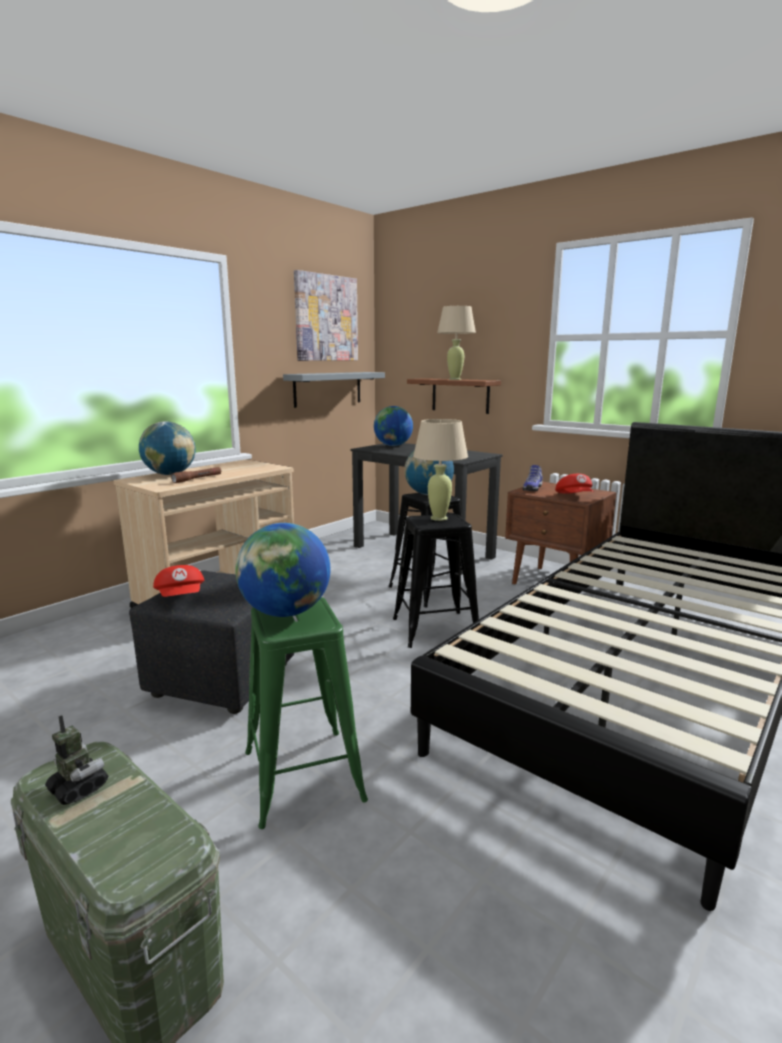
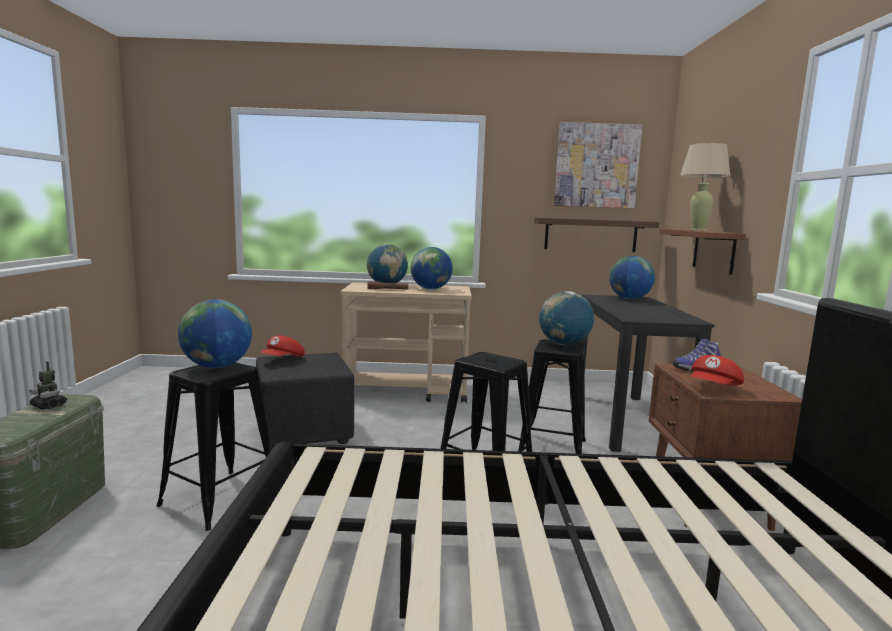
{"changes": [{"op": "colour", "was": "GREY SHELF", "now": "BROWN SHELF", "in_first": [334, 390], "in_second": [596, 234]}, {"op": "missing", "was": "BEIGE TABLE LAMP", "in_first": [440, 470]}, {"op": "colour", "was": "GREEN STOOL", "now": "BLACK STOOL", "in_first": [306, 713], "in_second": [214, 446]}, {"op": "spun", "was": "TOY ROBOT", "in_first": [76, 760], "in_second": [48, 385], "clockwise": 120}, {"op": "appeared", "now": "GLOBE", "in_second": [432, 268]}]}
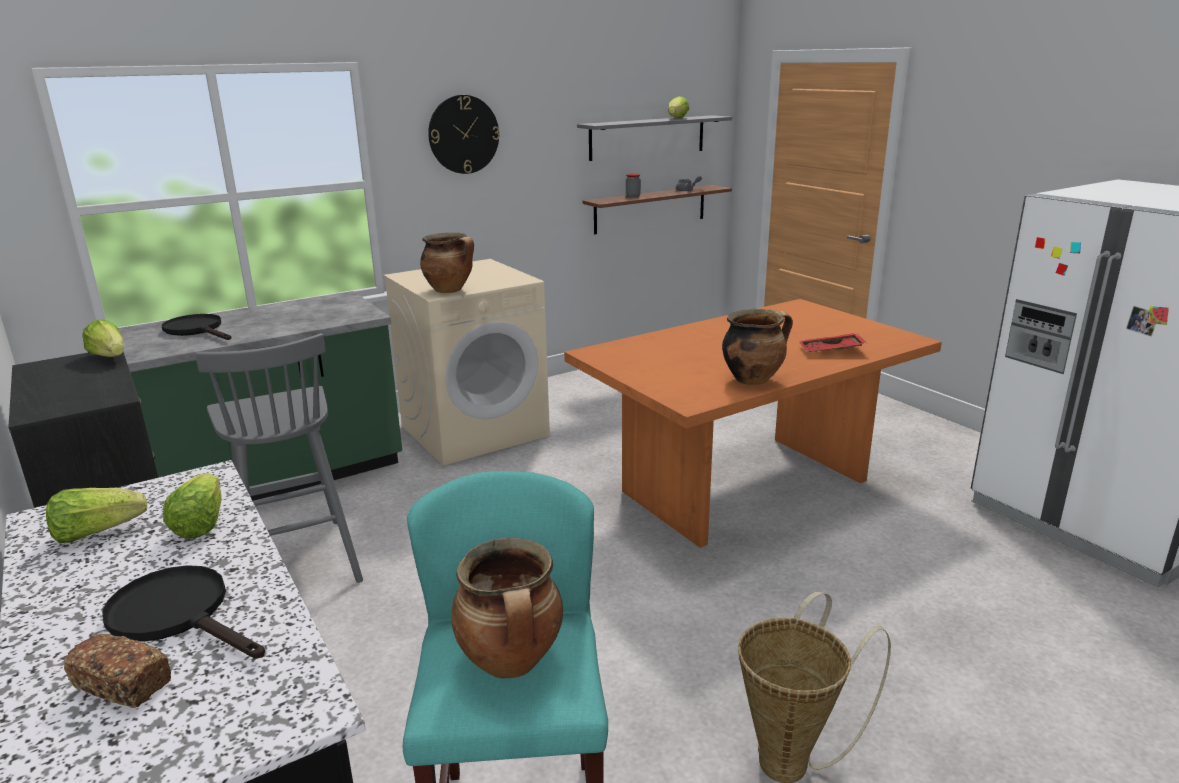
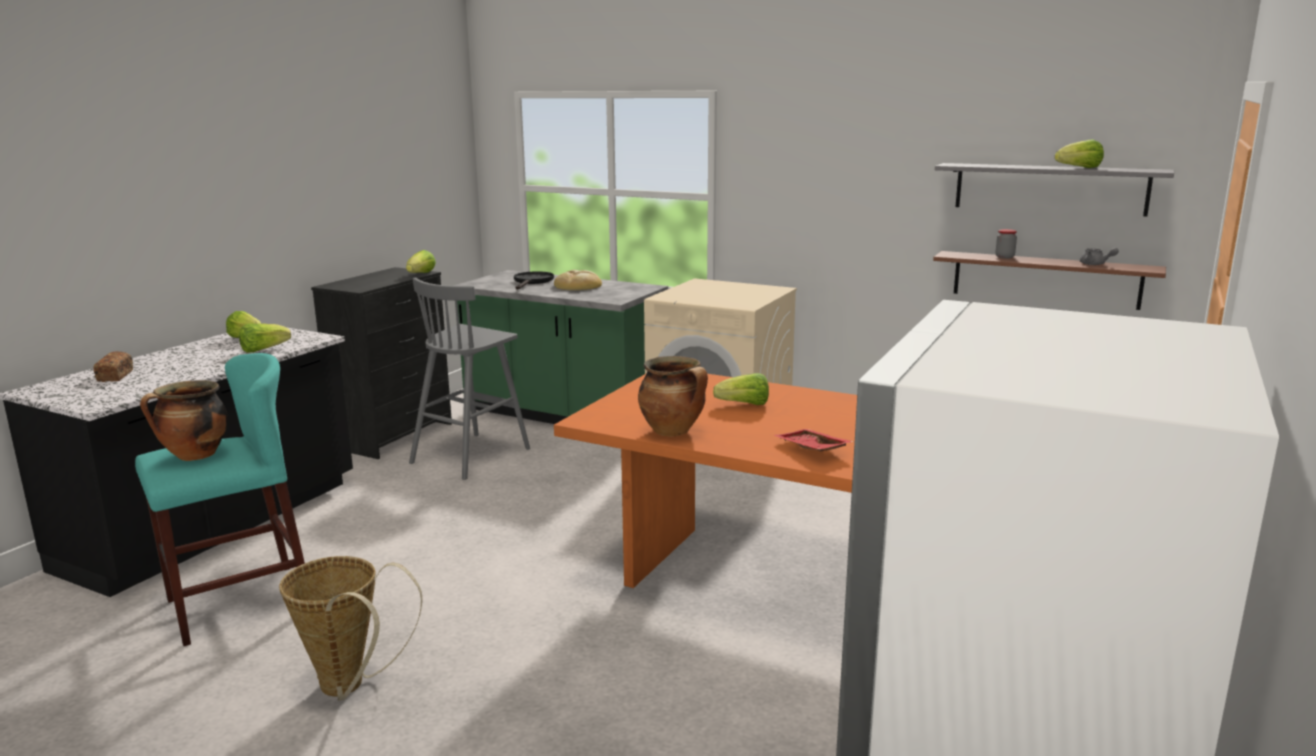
{"changes": [{"op": "missing", "was": "WALL CLOCK", "in_first": [464, 134]}, {"op": "missing", "was": "COOKING POT", "in_first": [447, 263]}, {"op": "missing", "was": "BLACK FRYING PAN", "in_first": [183, 612]}, {"op": "appeared", "now": "BREAD", "in_second": [578, 280]}, {"op": "appeared", "now": "LETTUCE", "in_second": [741, 389]}]}
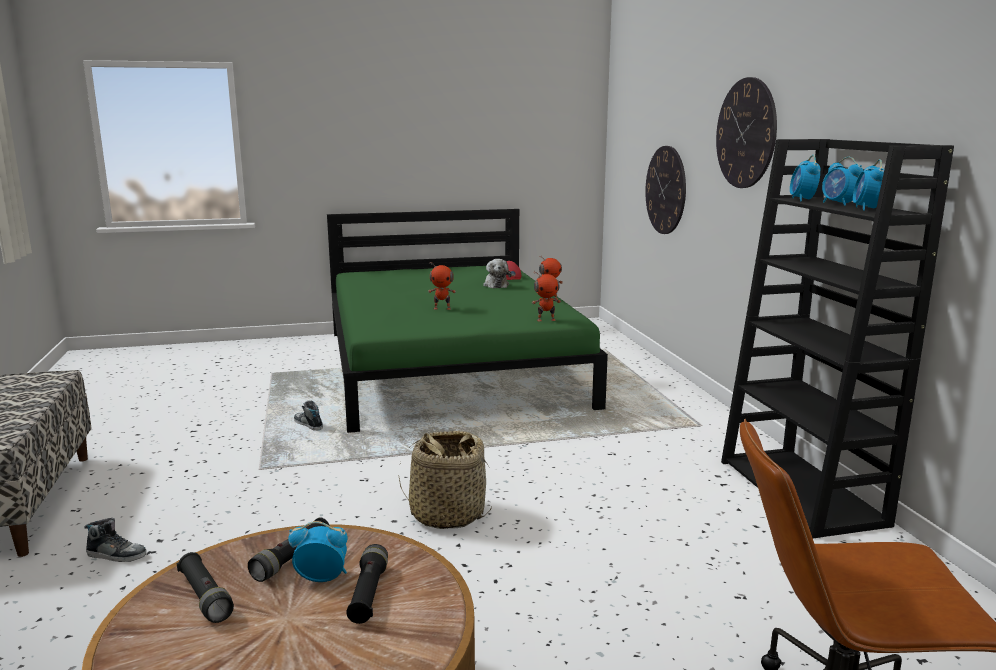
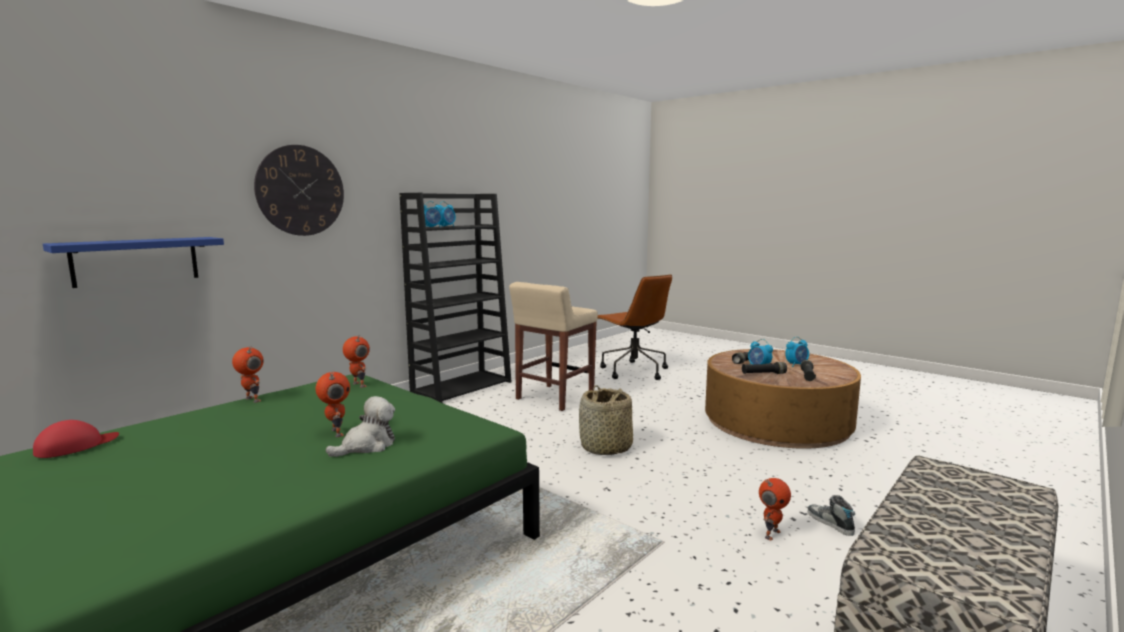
{"changes": [{"op": "exchanged", "was": "WALL CLOCK", "now": "BLUE SHELF", "in_first": [665, 190], "in_second": [133, 262]}, {"op": "relocated", "was": "ALARM CLOCK", "in_first": [868, 185], "in_second": [797, 352]}, {"op": "relocated", "was": "PLUSH TOY", "in_first": [497, 273], "in_second": [360, 426]}, {"op": "missing", "was": "SHOE", "in_first": [308, 416]}, {"op": "appeared", "now": "BEIGE STOOL", "in_second": [553, 346]}, {"op": "appeared", "now": "TOY ROBOT", "in_second": [775, 509]}]}
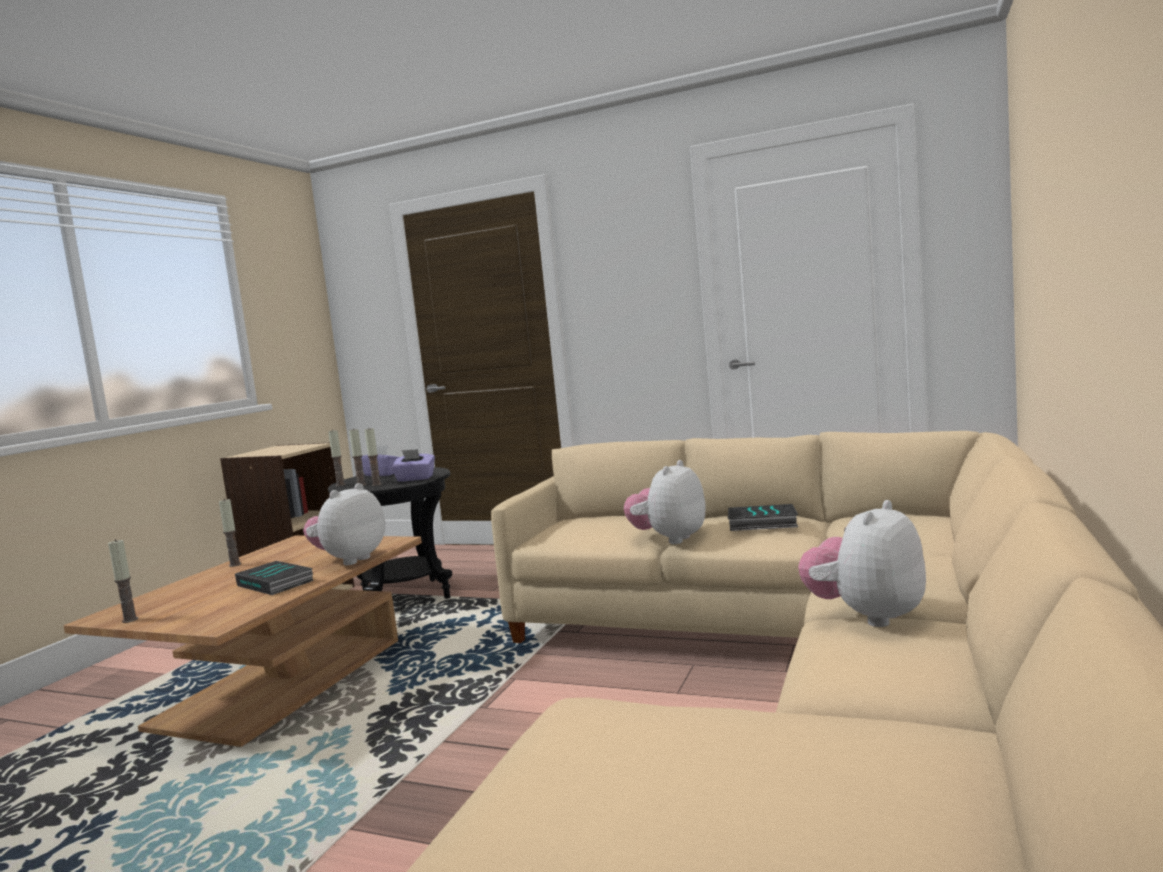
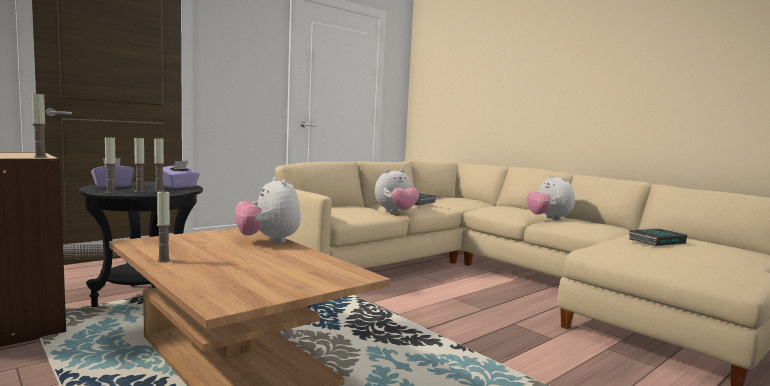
{"changes": [{"op": "spun", "was": "PLUSH TOY", "in_first": [665, 502], "in_second": [397, 190], "clockwise": -90}, {"op": "relocated", "was": "CANDLE", "in_first": [123, 581], "in_second": [39, 126]}, {"op": "relocated", "was": "BOOK", "in_first": [274, 578], "in_second": [658, 237]}]}
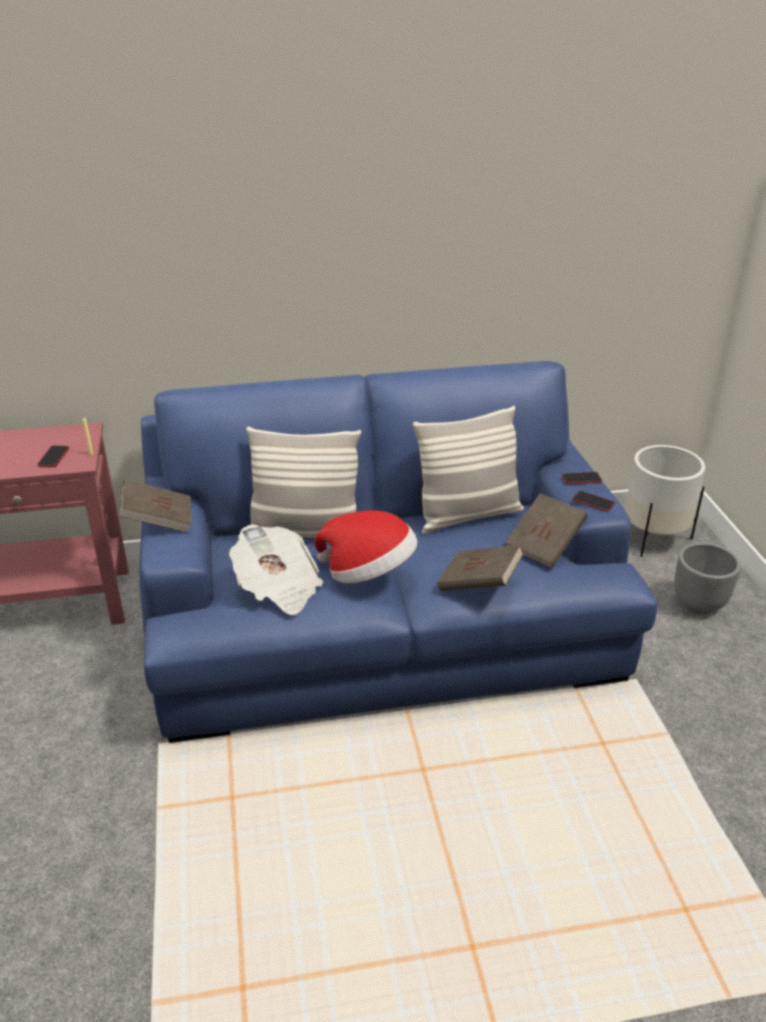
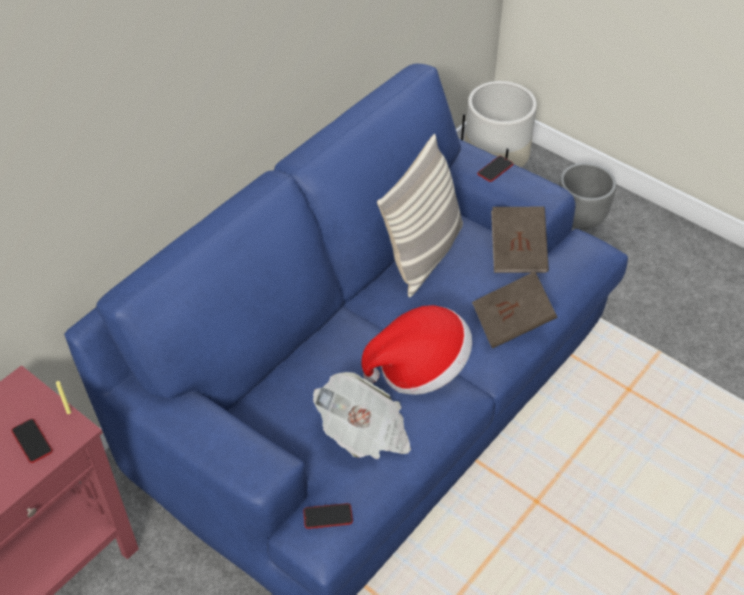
{"changes": [{"op": "missing", "was": "PILLOW", "in_first": [303, 482]}, {"op": "missing", "was": "BROWN BOOK", "in_first": [155, 505]}, {"op": "relocated", "was": "PHONE", "in_first": [593, 501], "in_second": [328, 516]}]}
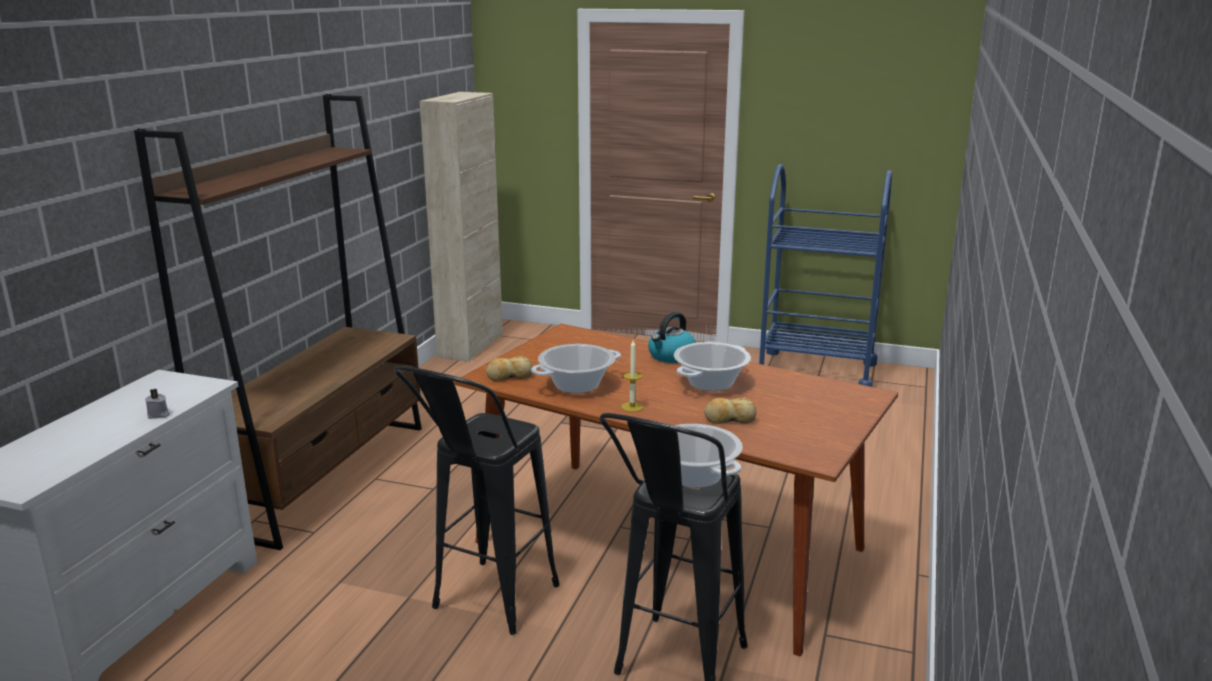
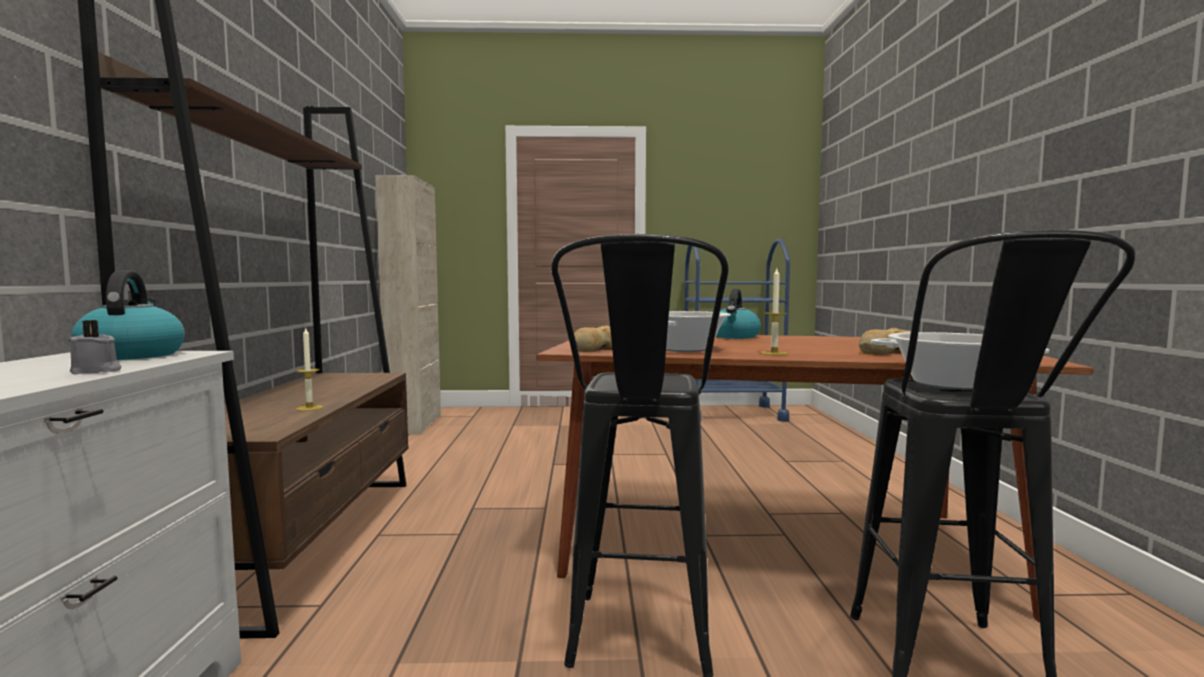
{"changes": [{"op": "missing", "was": "COOKING POT", "in_first": [712, 366]}, {"op": "appeared", "now": "KETTLE", "in_second": [128, 315]}, {"op": "appeared", "now": "CANDLE", "in_second": [309, 369]}]}
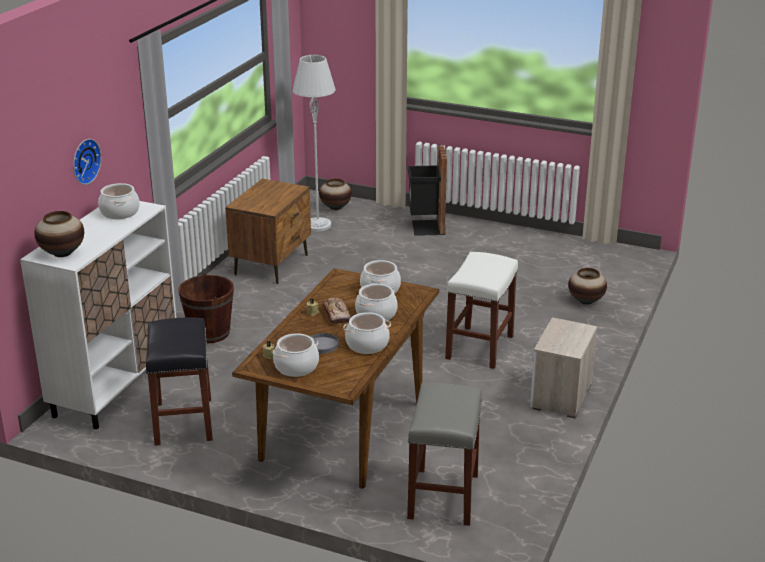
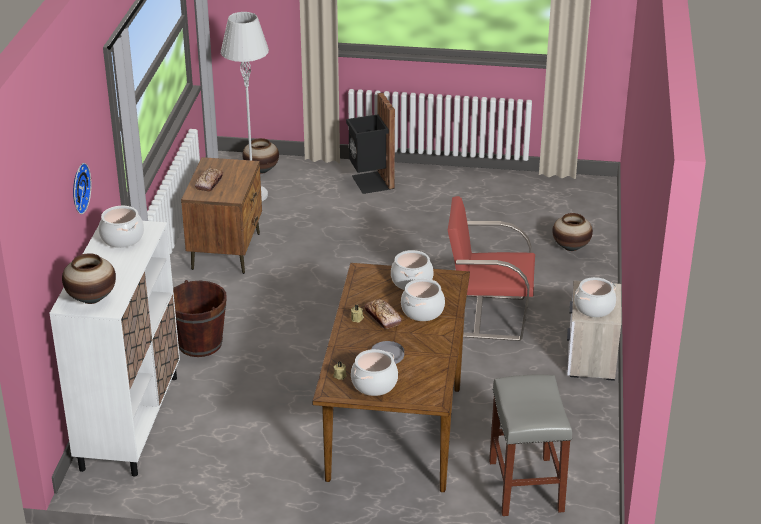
{"changes": [{"op": "exchanged", "was": "WHITE STOOL", "now": "RED CHAIR", "in_first": [481, 310], "in_second": [491, 268]}, {"op": "relocated", "was": "COOKING POT", "in_first": [367, 333], "in_second": [595, 297]}, {"op": "missing", "was": "BLACK STOOL", "in_first": [179, 381]}, {"op": "appeared", "now": "BREAD", "in_second": [209, 180]}]}
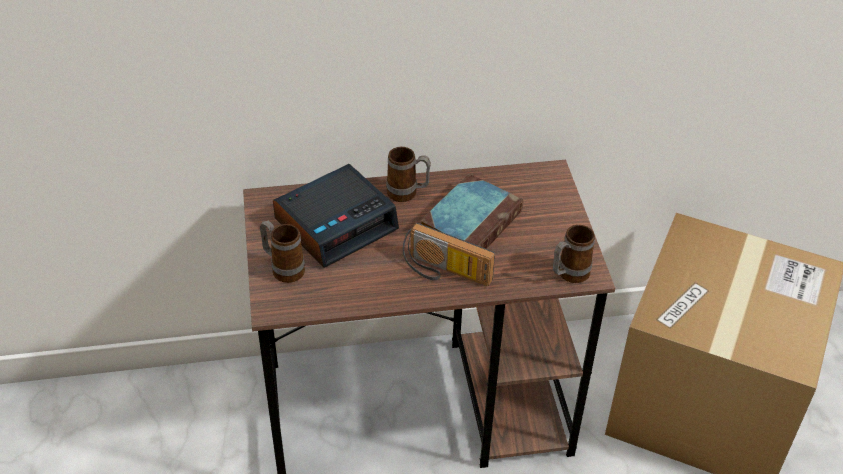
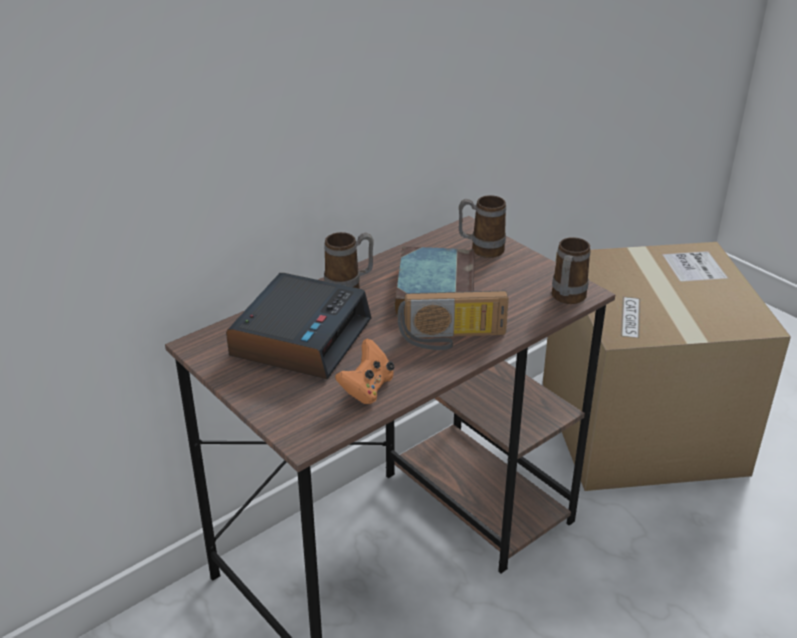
{"changes": [{"op": "relocated", "was": "MUG", "in_first": [282, 252], "in_second": [482, 226]}, {"op": "appeared", "now": "ORANGE GAME CONTROLLER", "in_second": [364, 371]}]}
